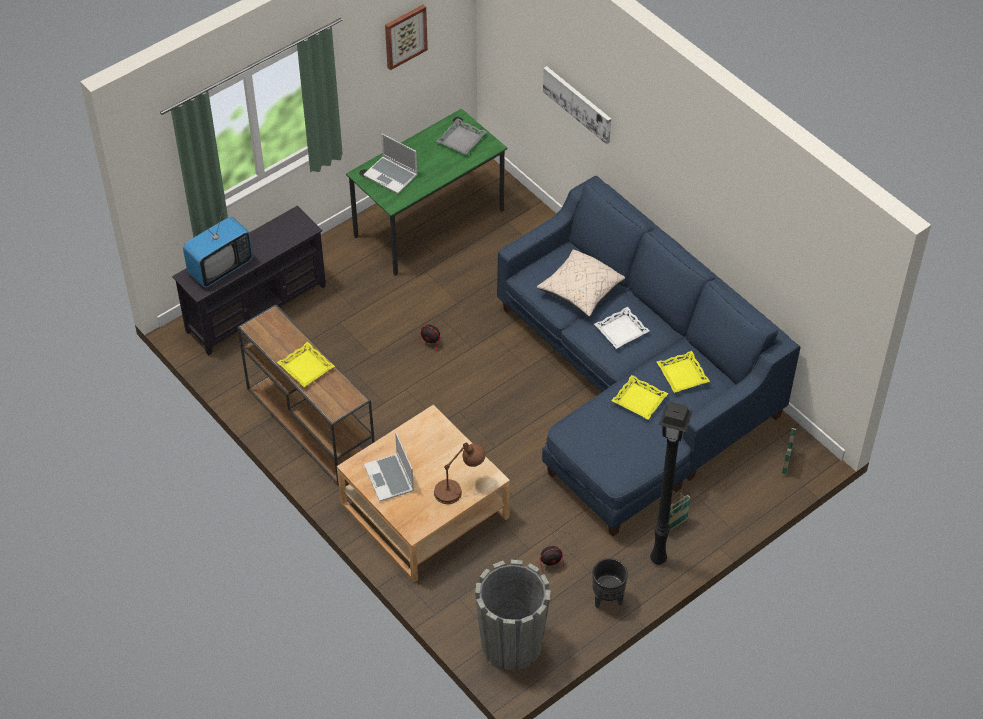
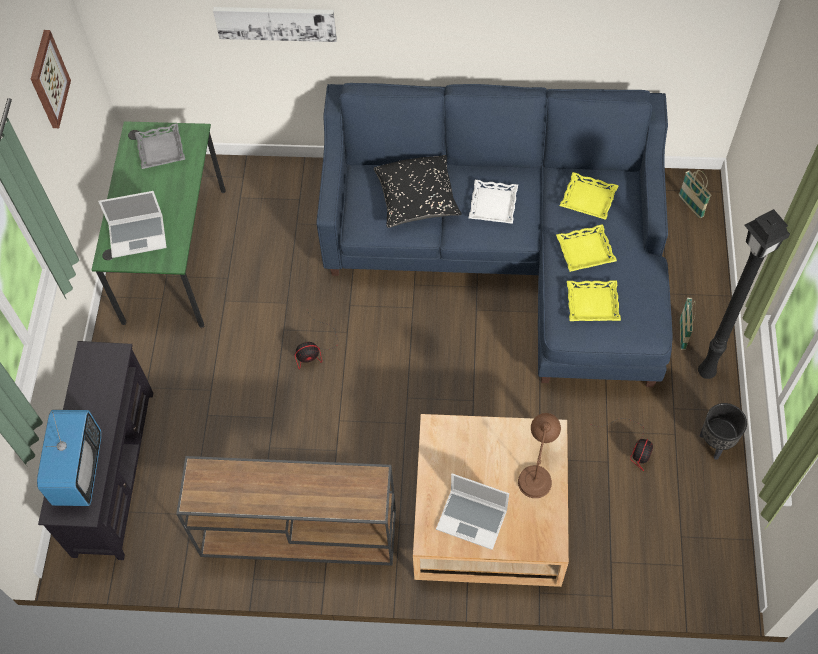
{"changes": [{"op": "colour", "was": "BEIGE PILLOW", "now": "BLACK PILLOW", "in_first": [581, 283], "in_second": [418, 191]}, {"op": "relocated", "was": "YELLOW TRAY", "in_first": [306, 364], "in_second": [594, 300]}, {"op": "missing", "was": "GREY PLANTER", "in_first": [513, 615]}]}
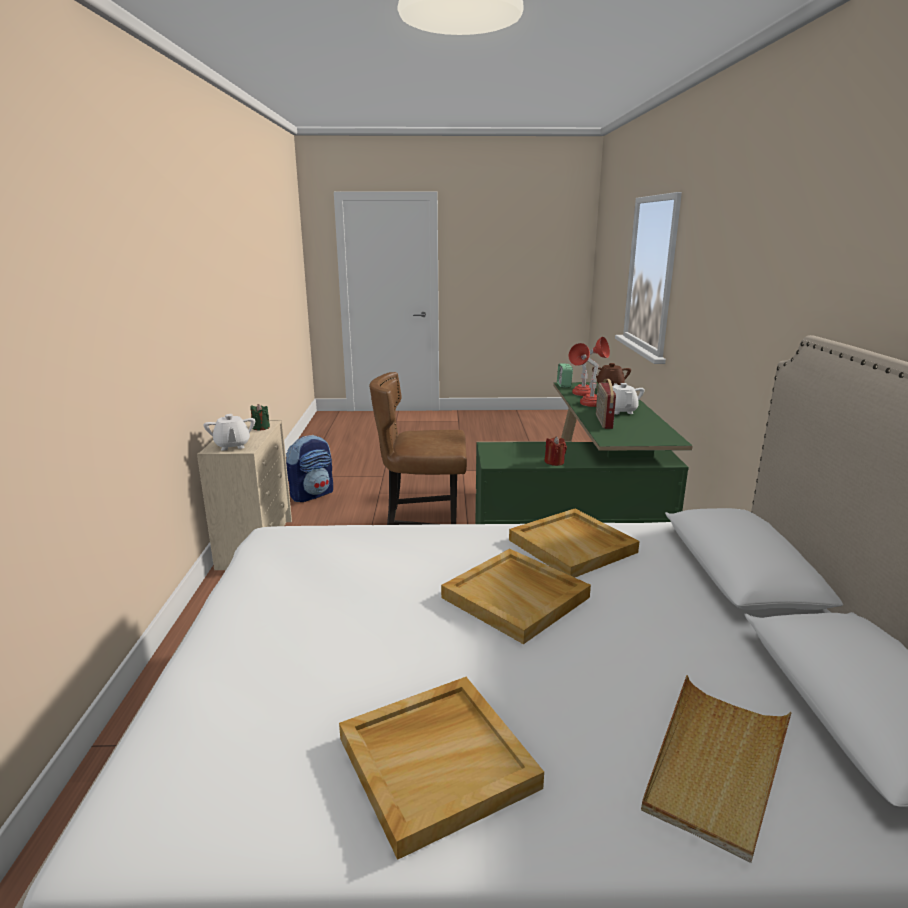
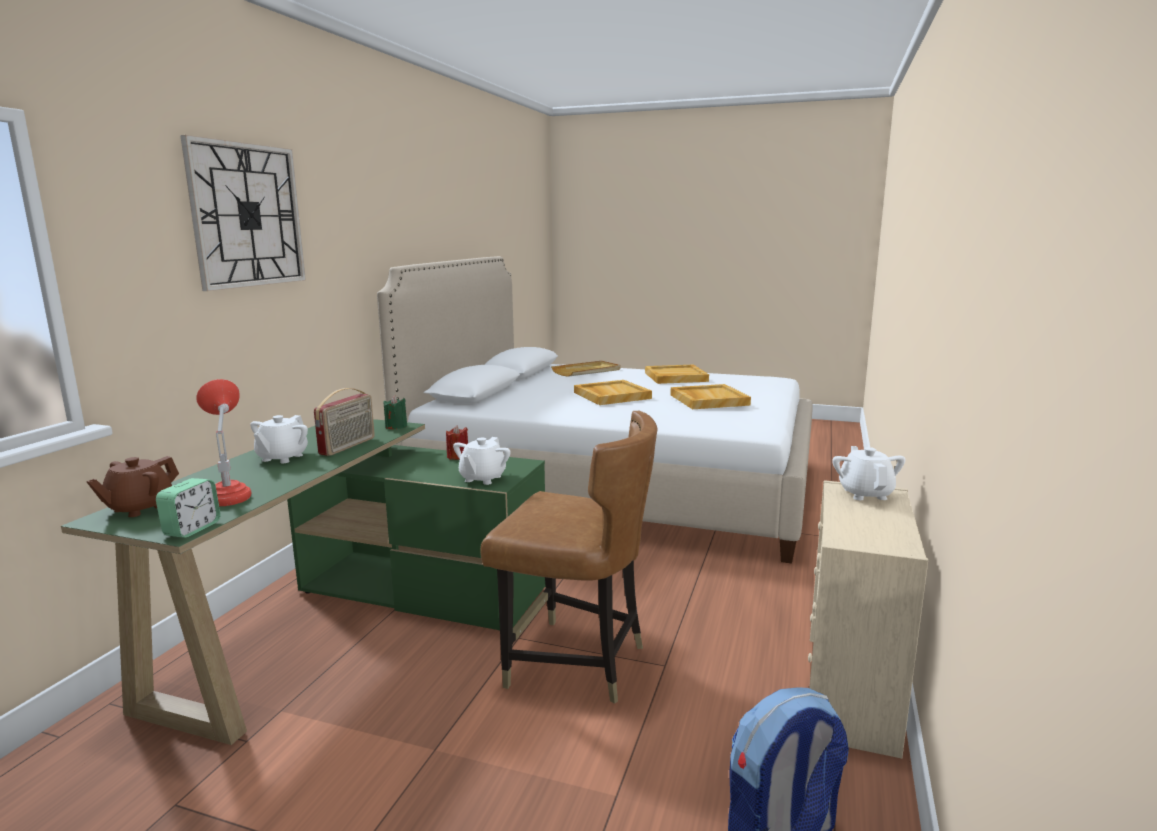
{"changes": [{"op": "missing", "was": "RED TABLE LAMP", "in_first": [584, 375]}, {"op": "relocated", "was": "GREEN CANDLE", "in_first": [260, 417], "in_second": [395, 412]}, {"op": "relocated", "was": "BEIGE TRAY", "in_first": [574, 543], "in_second": [710, 396]}, {"op": "appeared", "now": "WALL CLOCK", "in_second": [243, 213]}, {"op": "appeared", "now": "WHITE TEAPOT", "in_second": [482, 461]}]}
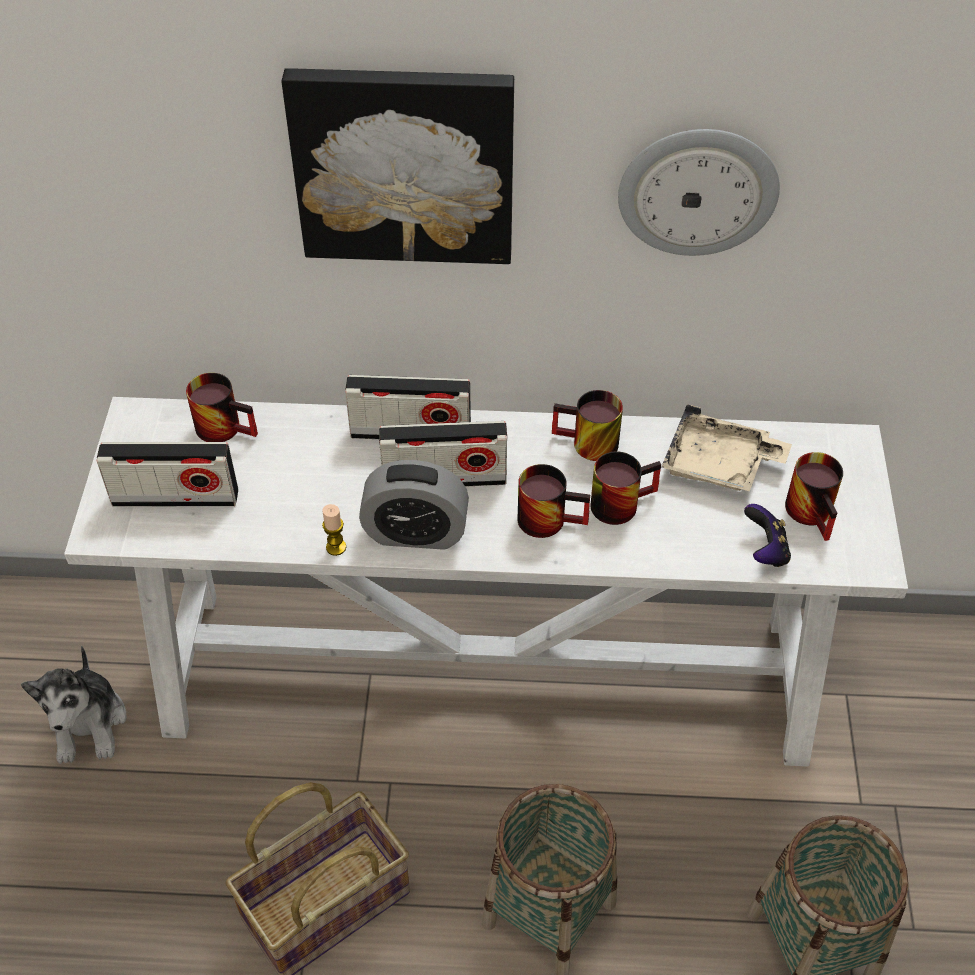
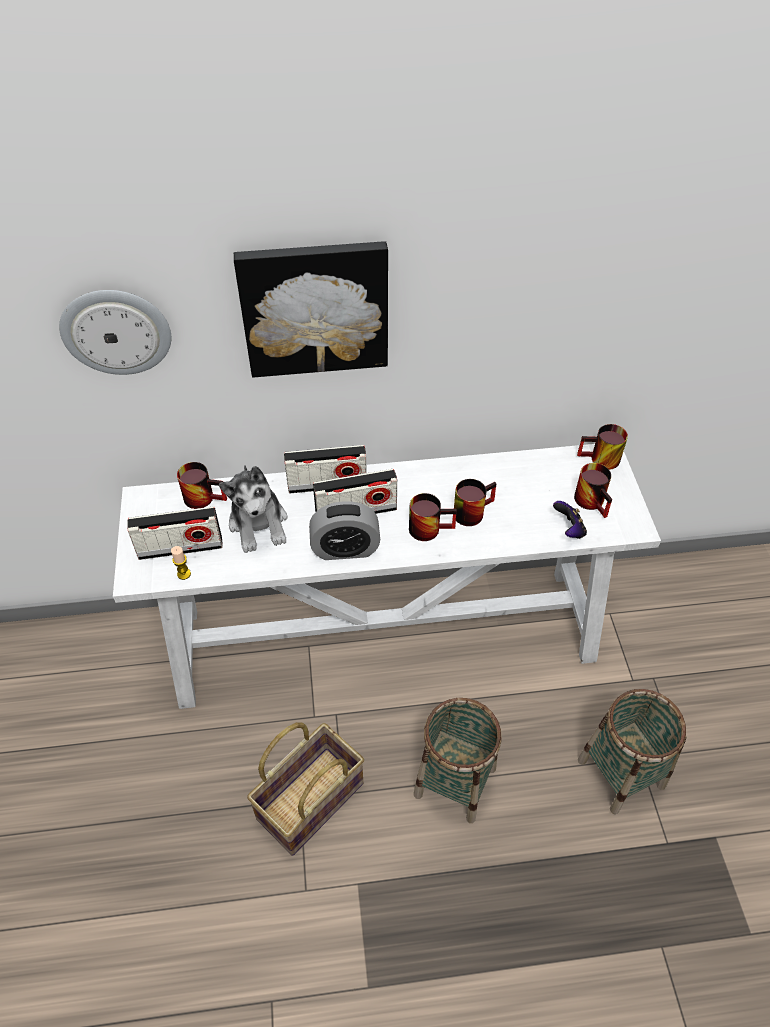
{"changes": [{"op": "relocated", "was": "WALL CLOCK", "in_first": [699, 192], "in_second": [115, 332]}, {"op": "relocated", "was": "MUG", "in_first": [587, 425], "in_second": [602, 447]}, {"op": "missing", "was": "BEIGE TRAY", "in_first": [727, 447]}, {"op": "relocated", "was": "CANDLE", "in_first": [334, 530], "in_second": [181, 563]}, {"op": "relocated", "was": "PLUSH TOY", "in_first": [74, 705], "in_second": [253, 509]}]}
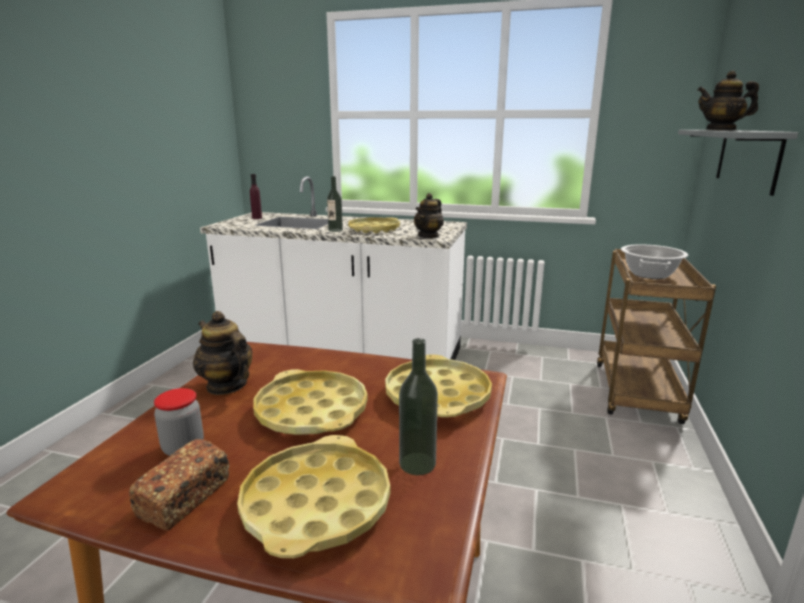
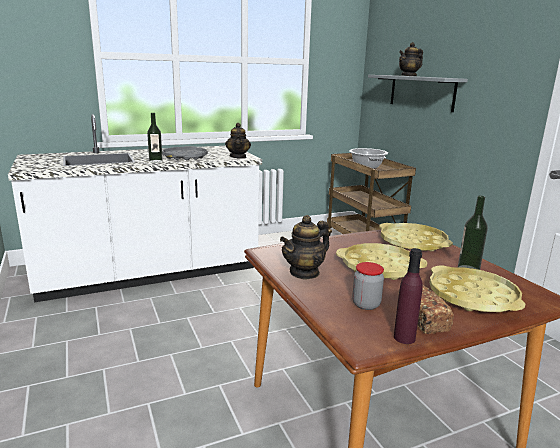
{"changes": [{"op": "relocated", "was": "PURPLE BOTTLE", "in_first": [256, 196], "in_second": [408, 296]}, {"op": "colour", "was": "YELLOW TRAY", "now": "GREY TRAY", "in_first": [374, 225], "in_second": [185, 153]}, {"op": "spun", "was": "TEAPOT", "in_first": [222, 353], "in_second": [304, 247], "clockwise": -45}]}
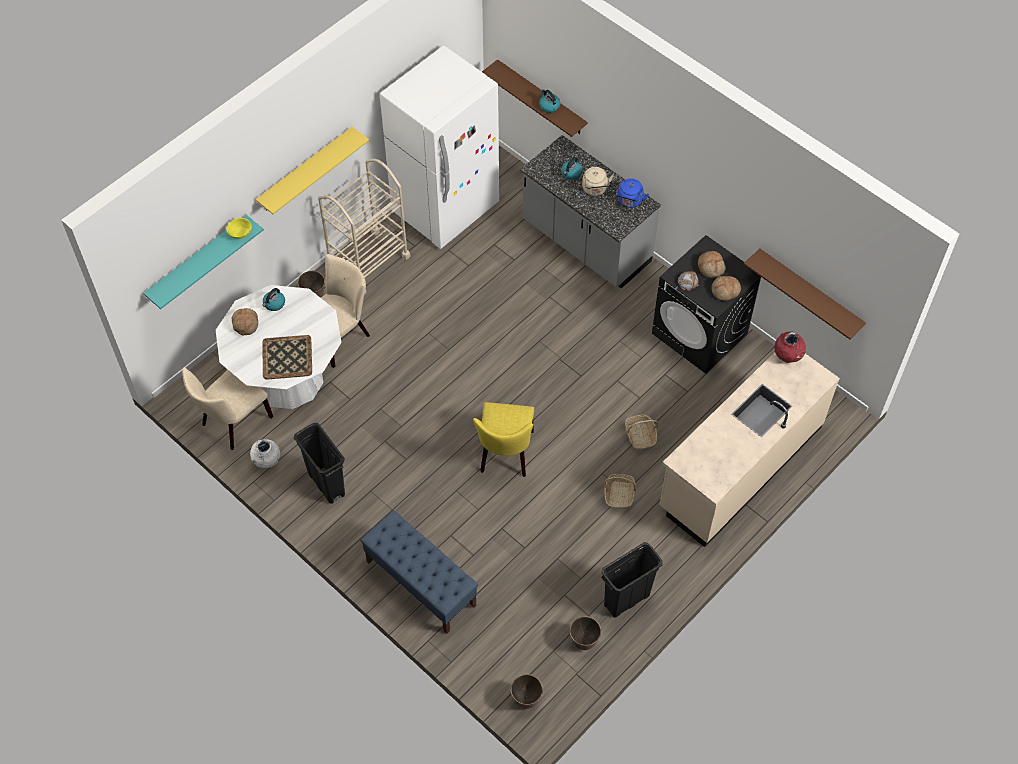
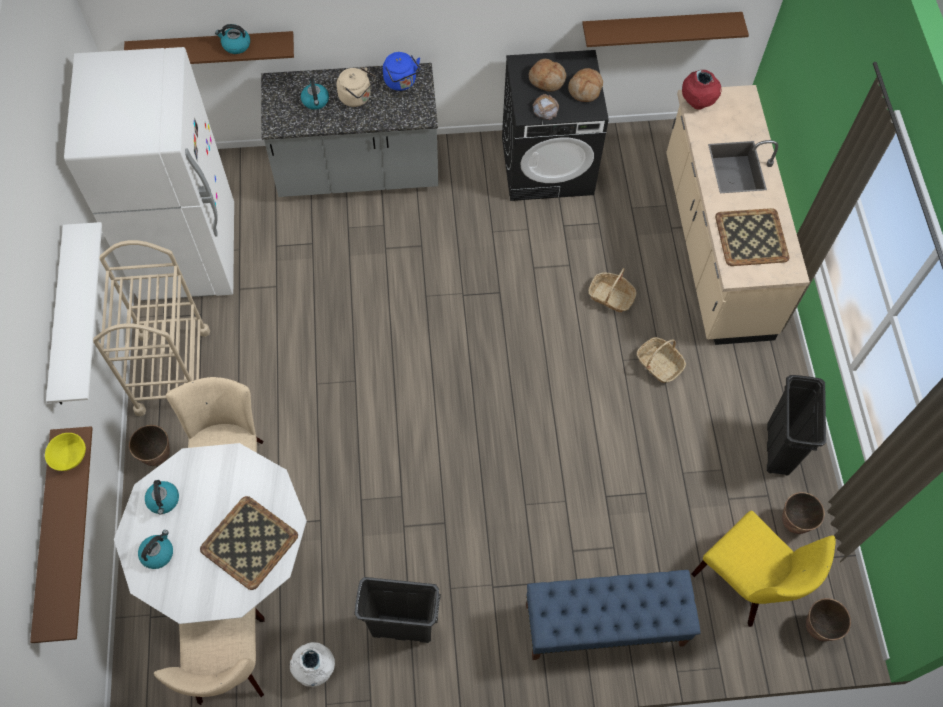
{"changes": [{"op": "colour", "was": "YELLOW SHELF", "now": "WHITE SHELF", "in_first": [312, 170], "in_second": [74, 313]}, {"op": "colour", "was": "TURQUOISE SHELF", "now": "BROWN SHELF", "in_first": [203, 262], "in_second": [61, 534]}, {"op": "exchanged", "was": "BREAD", "now": "KETTLE", "in_first": [245, 322], "in_second": [155, 549]}, {"op": "relocated", "was": "YELLOW CHAIR", "in_first": [503, 439], "in_second": [763, 569]}, {"op": "appeared", "now": "TRAY", "in_second": [752, 237]}]}
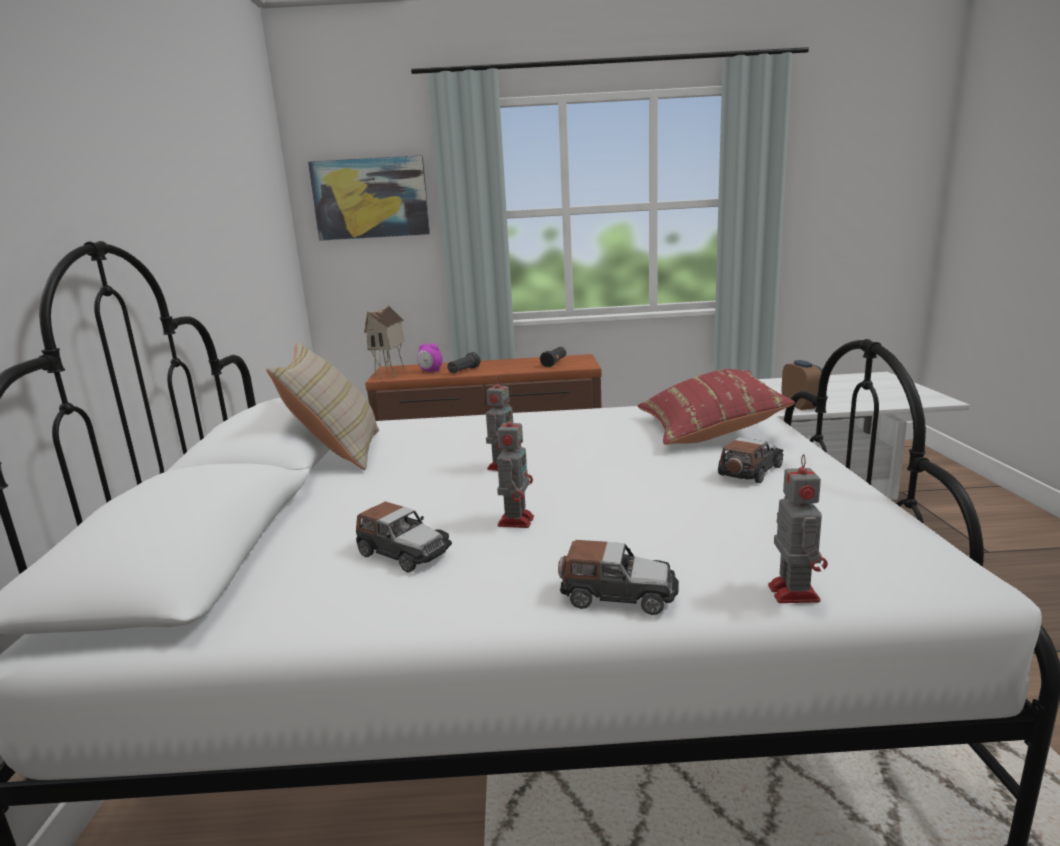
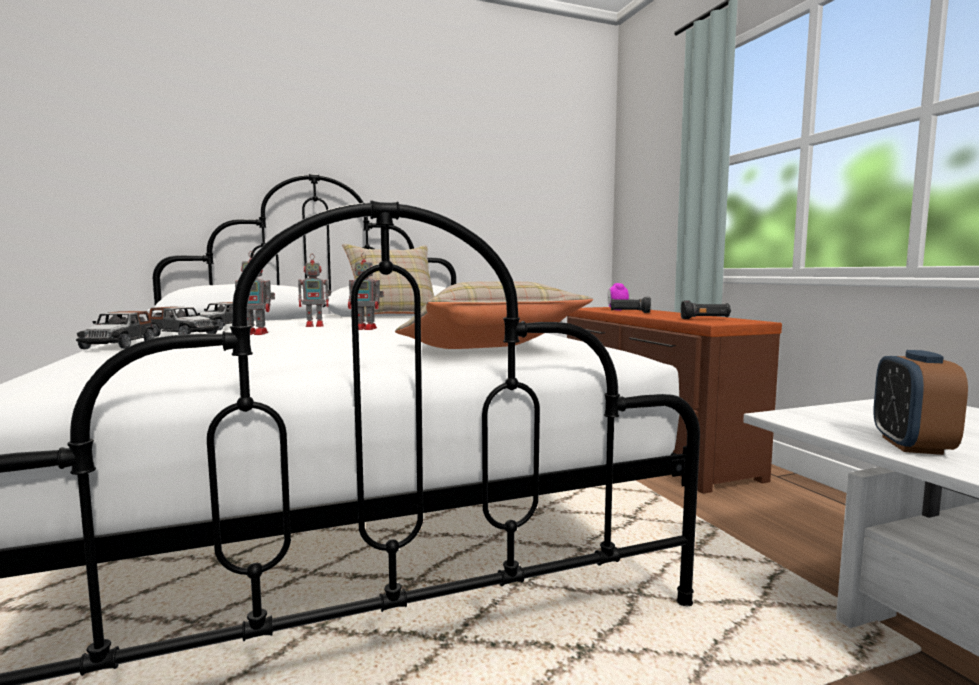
{"changes": [{"op": "missing", "was": "PICTURE", "in_first": [369, 198]}, {"op": "missing", "was": "TOY HOUSE", "in_first": [384, 342]}, {"op": "spun", "was": "ALARM CLOCK", "in_first": [802, 385], "in_second": [920, 402], "clockwise": 135}, {"op": "colour", "was": "RED PILLOW", "now": "BEIGE PILLOW", "in_first": [716, 407], "in_second": [494, 315]}, {"op": "relocated", "was": "TOY CAR", "in_first": [751, 460], "in_second": [184, 322]}, {"op": "relocated", "was": "TOY ROBOT", "in_first": [798, 528], "in_second": [314, 292]}]}
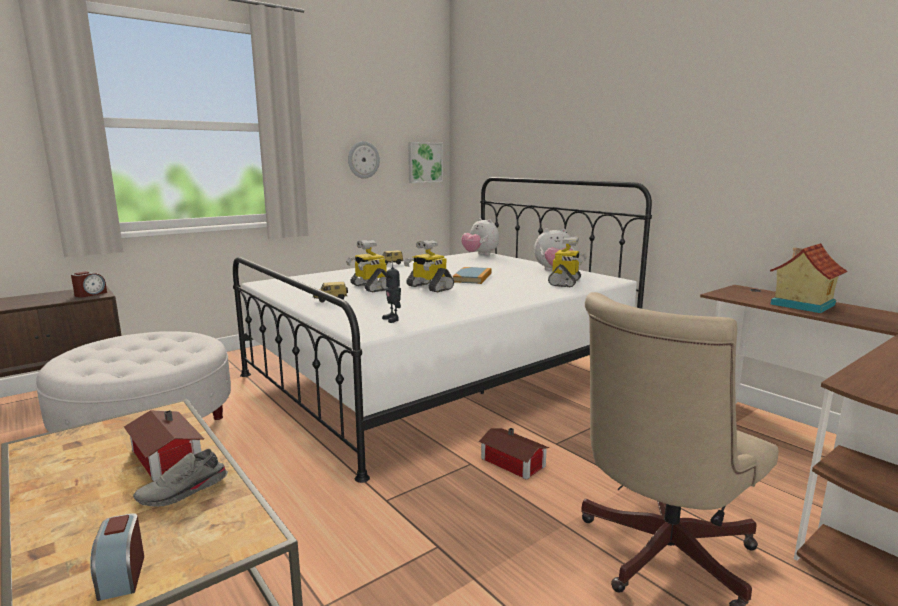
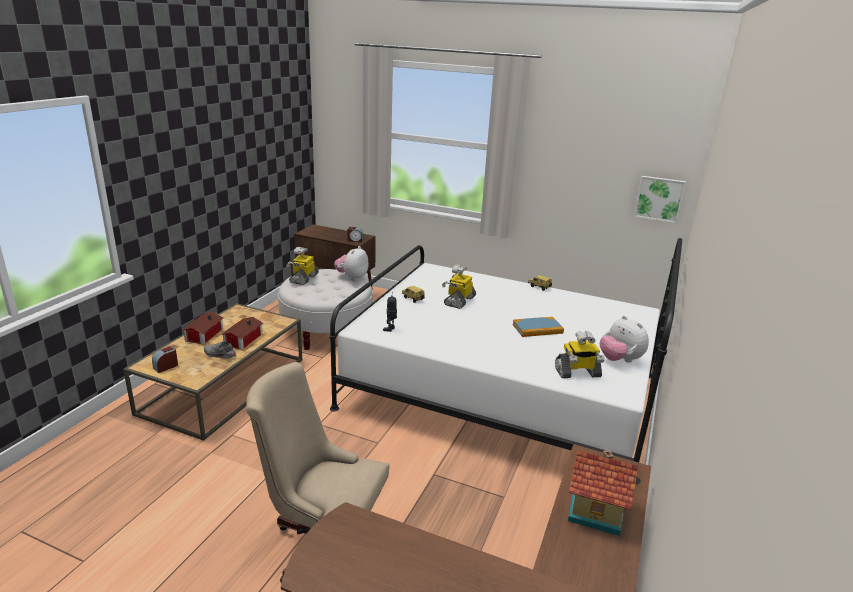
{"changes": [{"op": "missing", "was": "WALL CLOCK", "in_first": [364, 159]}, {"op": "relocated", "was": "PLUSH TOY", "in_first": [480, 236], "in_second": [351, 263]}, {"op": "relocated", "was": "TOY ROBOT", "in_first": [429, 266], "in_second": [302, 266]}, {"op": "relocated", "was": "TOY HOUSE", "in_first": [514, 454], "in_second": [203, 328]}]}
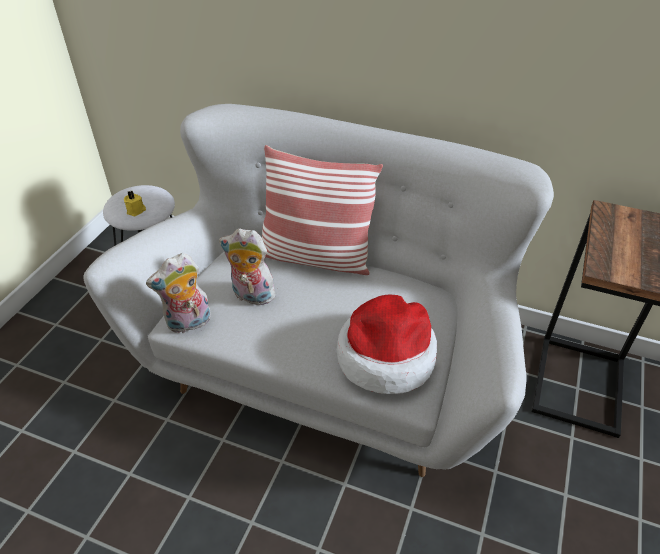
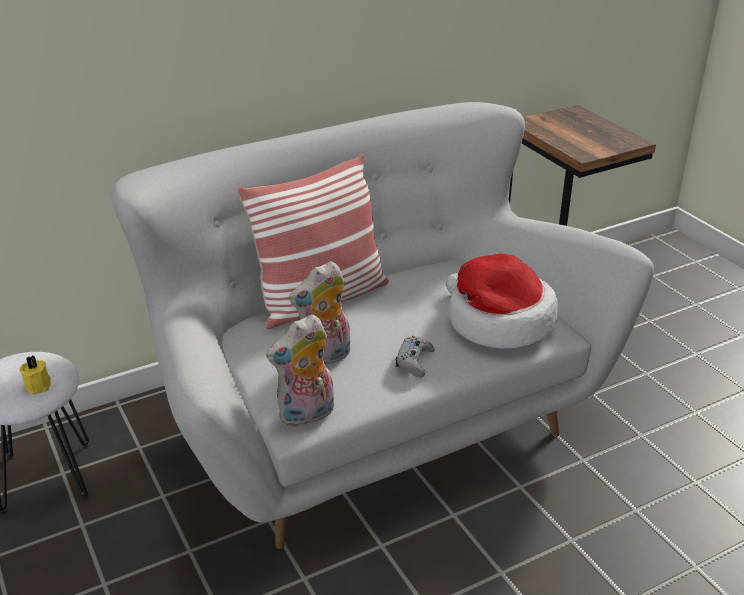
{"changes": [{"op": "spun", "was": "PLUSH TOY", "in_first": [178, 293], "in_second": [300, 371], "clockwise": 45}, {"op": "appeared", "now": "GREY GAME CONTROLLER", "in_second": [415, 357]}]}
